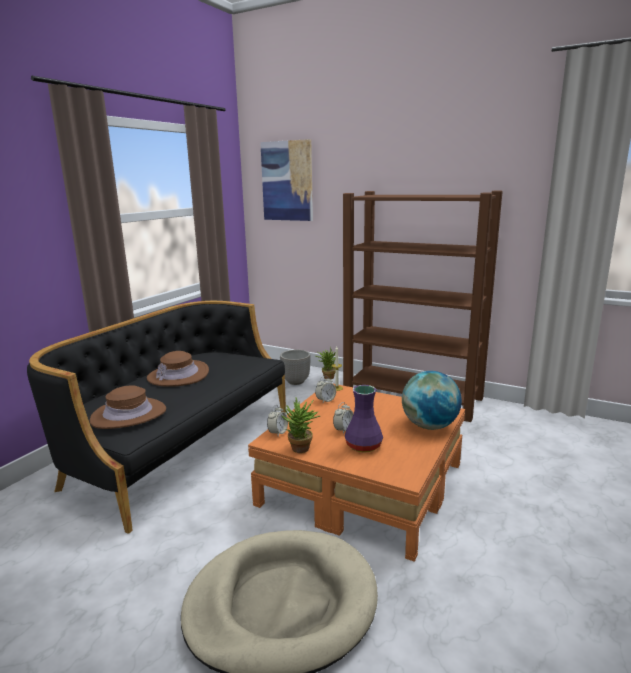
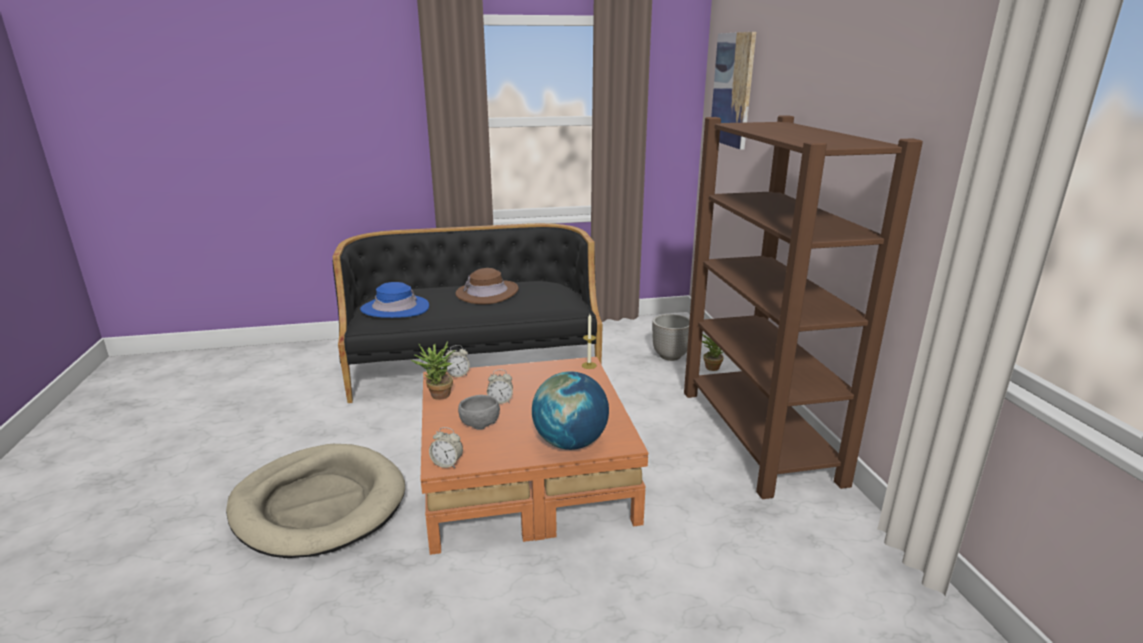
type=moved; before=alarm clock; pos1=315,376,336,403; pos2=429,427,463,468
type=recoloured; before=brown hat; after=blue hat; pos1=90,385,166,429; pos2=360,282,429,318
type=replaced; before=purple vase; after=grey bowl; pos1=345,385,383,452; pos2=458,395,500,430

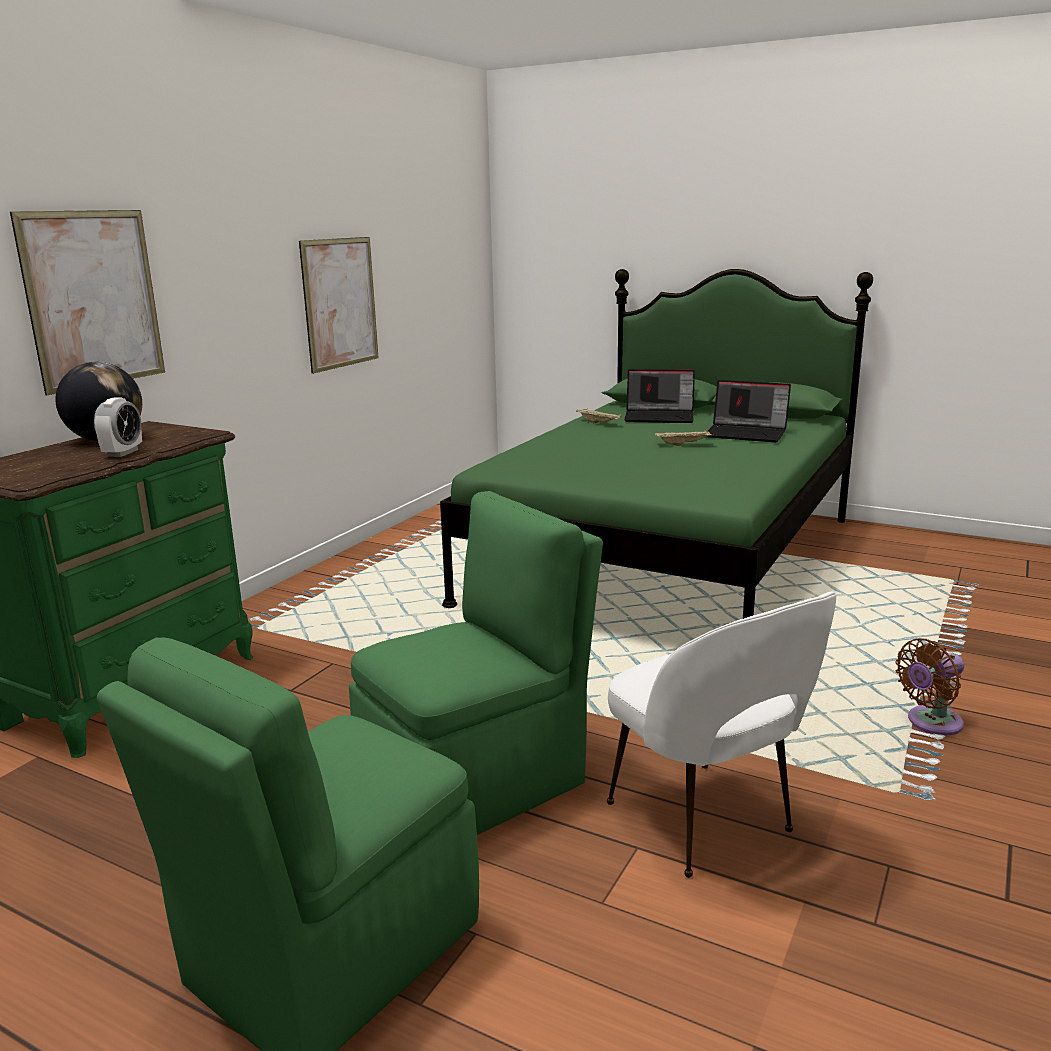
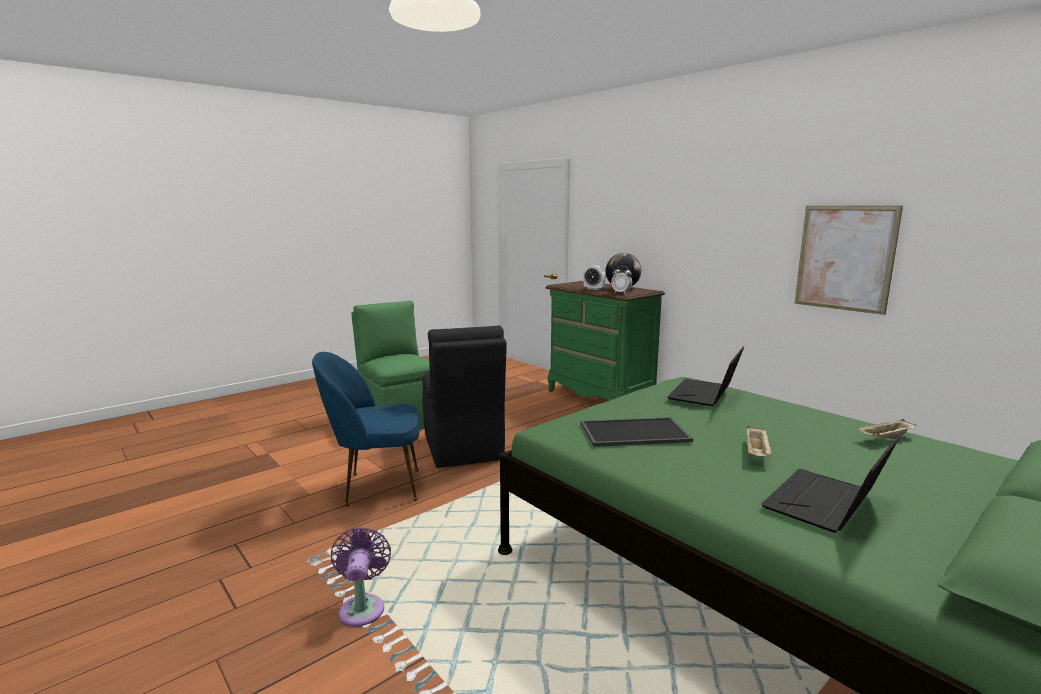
type=removed; before=picture; pos1=10,210,165,395
type=moved; before=laptop; pos1=624,369,695,423; pos2=667,347,744,406
type=recoloured; before=green chair; after=black chair; pos1=349,491,603,835; pos2=422,326,507,468
type=recoloured; before=white chair; after=blue chair; pos1=607,592,836,878; pos2=312,352,420,507
type=recoloured; before=brown fan; after=purple fan; pos1=895,638,964,736; pos2=331,527,391,627
type=added; after=alarm clock; pos2=611,266,632,293
type=added; after=tray; pos2=581,417,693,447

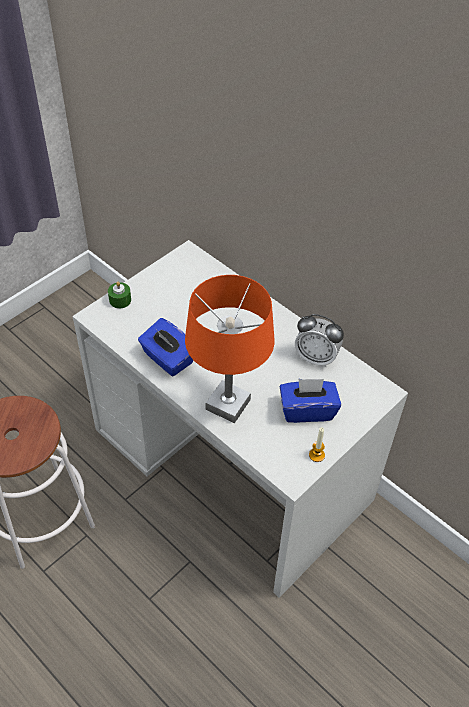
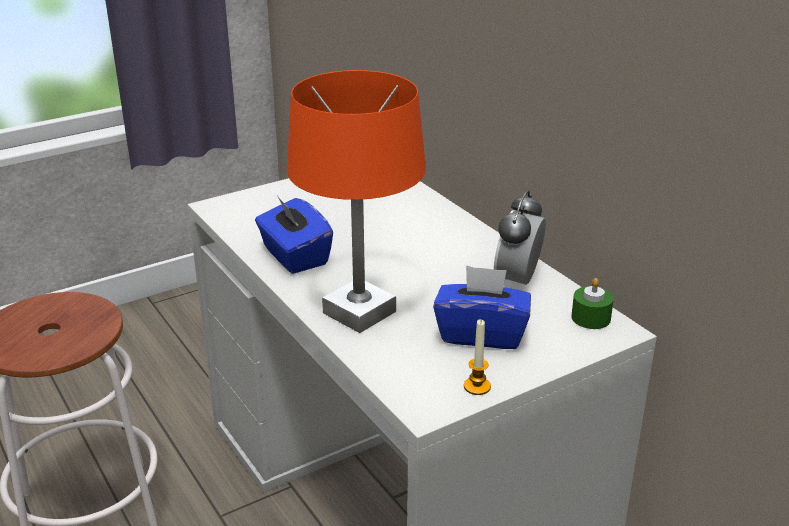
type=moved; before=green candle; pos1=108,282,131,309; pos2=571,278,614,329
type=turned; before=alarm clock; pos1=295,314,344,367; pos2=494,190,546,285; turn=75

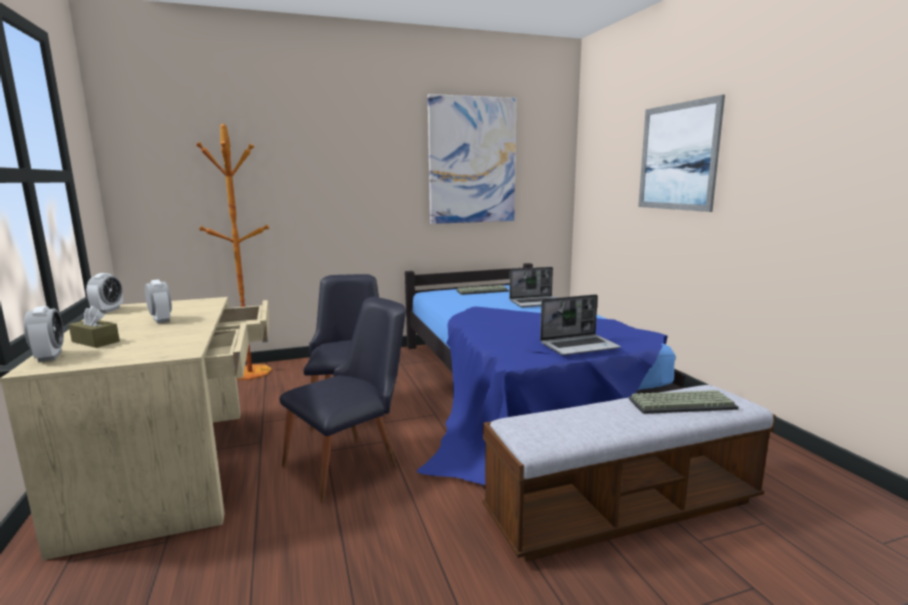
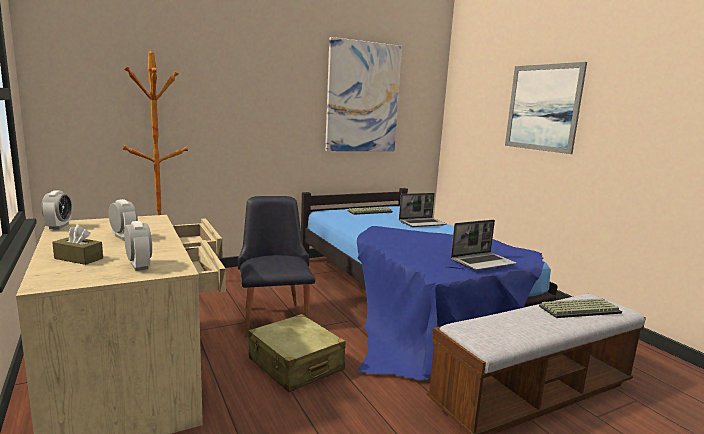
type=replaced; before=black chair; after=beige suitcase; pos1=280,297,406,502; pos2=248,314,346,392
type=moved; before=alarm clock; pos1=24,306,64,362; pos2=124,221,152,271

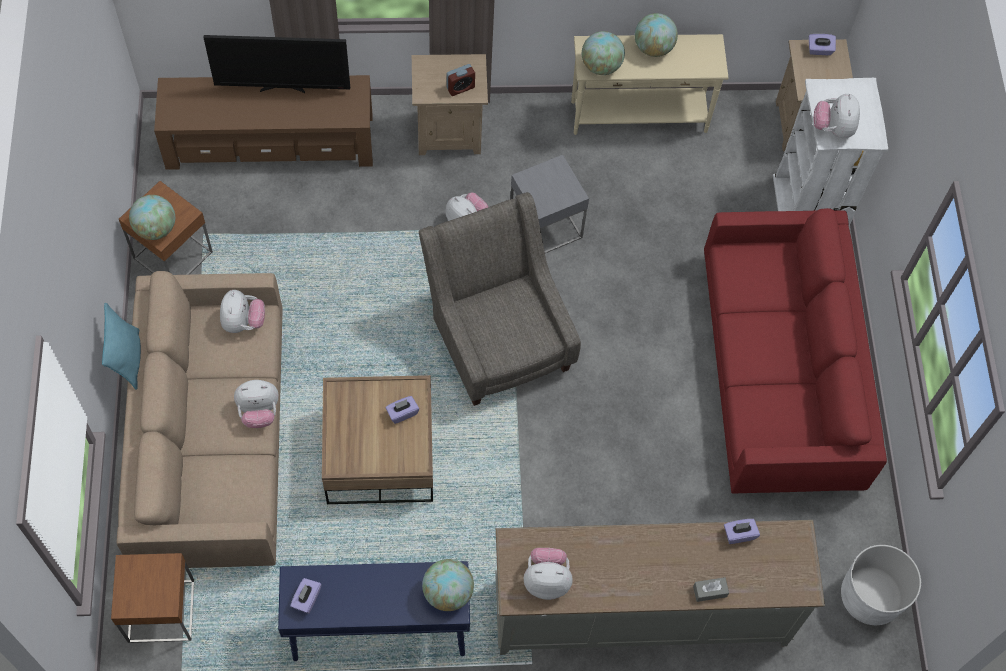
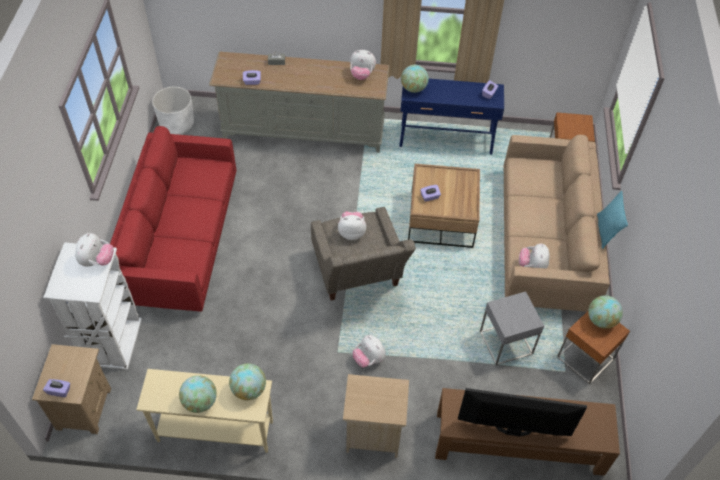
type=removed; before=alarm clock; pos1=446,64,475,96
type=moved; before=grey side table; pos1=510,154,589,253; pos2=480,291,544,365
type=moved; before=plush toy; pos1=234,380,279,428; pos2=338,212,366,240

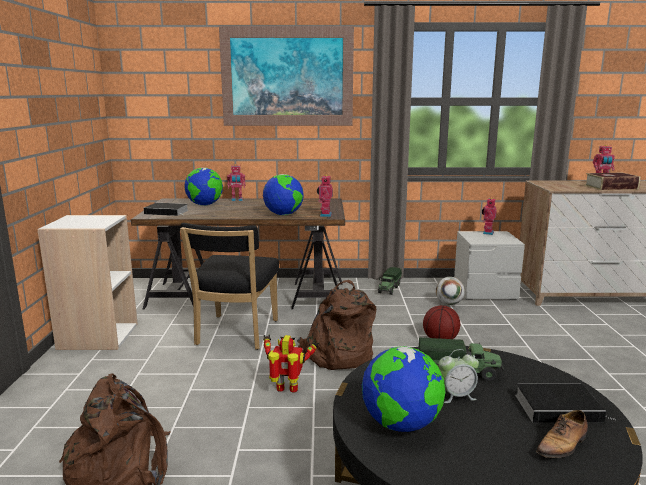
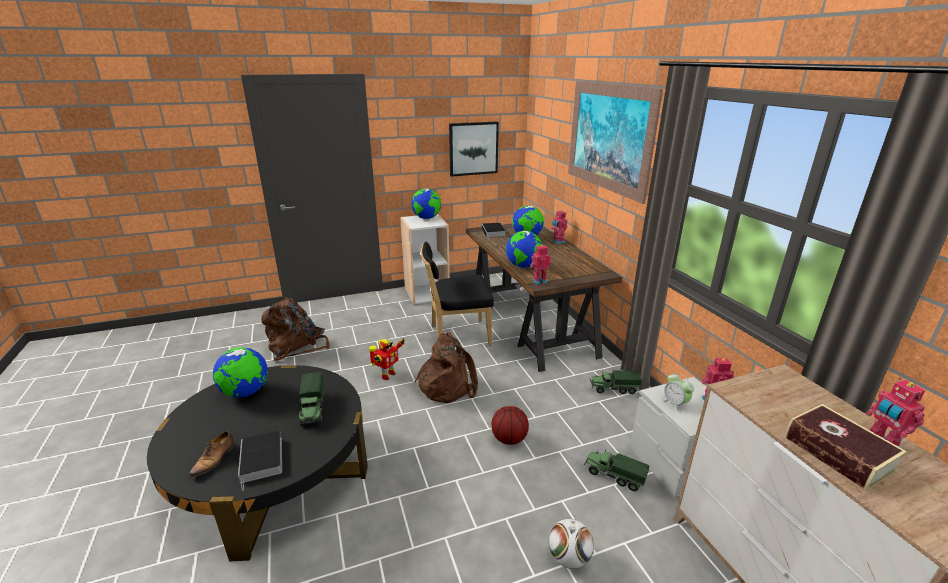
type=moved; before=football; pos1=436,277,465,305; pos2=548,519,594,569
type=turned; before=toy robot; pos1=263,335,319,393; pos2=369,339,405,380; turn=45
type=moved; before=alarm clock; pos1=439,349,479,403; pos2=662,373,694,413
type=turned; before=shoe; pos1=536,410,588,458; pos2=189,431,235,477; turn=-105
type=added; after=picture; pos2=449,122,499,177
type=added; after=globe; pos2=411,188,441,219
type=added; after=toy truck; pos2=584,450,650,491

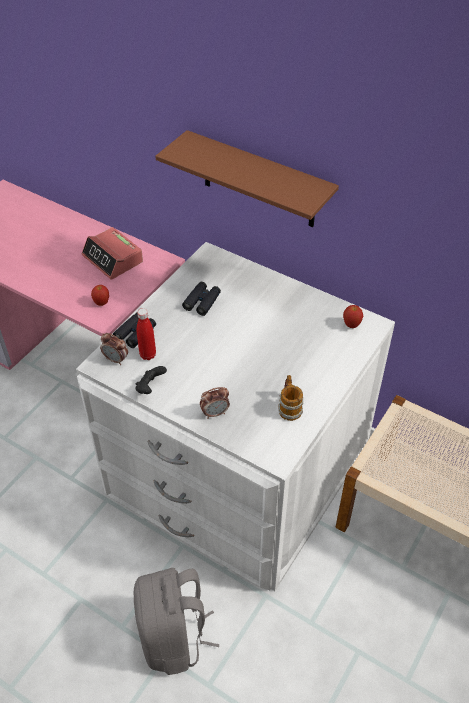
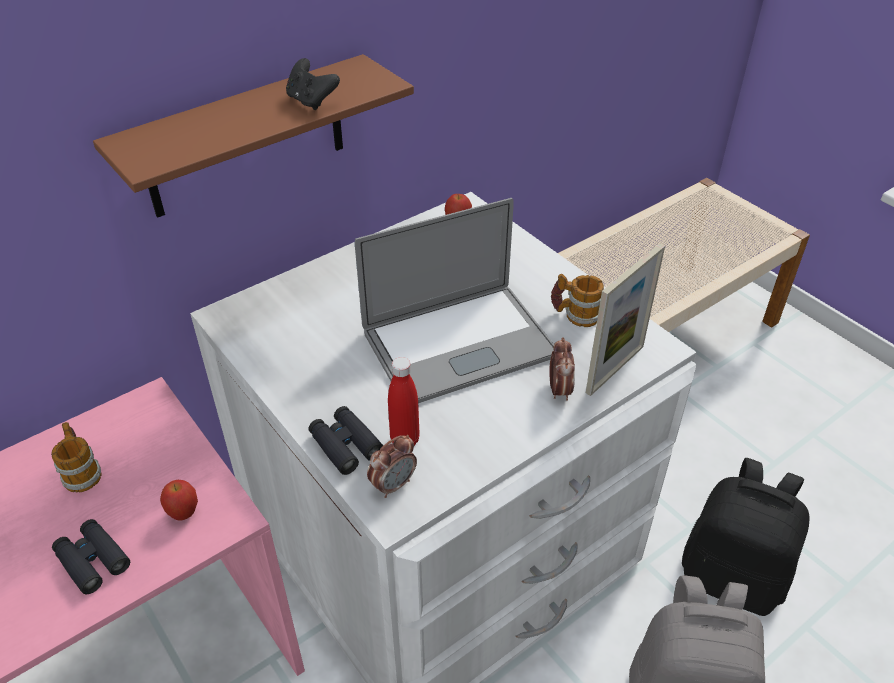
type=replaced; before=alarm clock; after=mug; pos1=82,227,143,280; pos2=51,422,102,493
type=moved; before=black binoculars; pos1=182,282,221,316; pos2=52,519,130,594
type=moved; before=black game controller; pos1=135,366,167,394; pos2=286,58,340,110
type=added; after=laptop; pos2=355,198,554,403
type=added; after=picture frame; pos2=586,244,665,396
type=added; after=black backpack; pos2=682,458,809,616

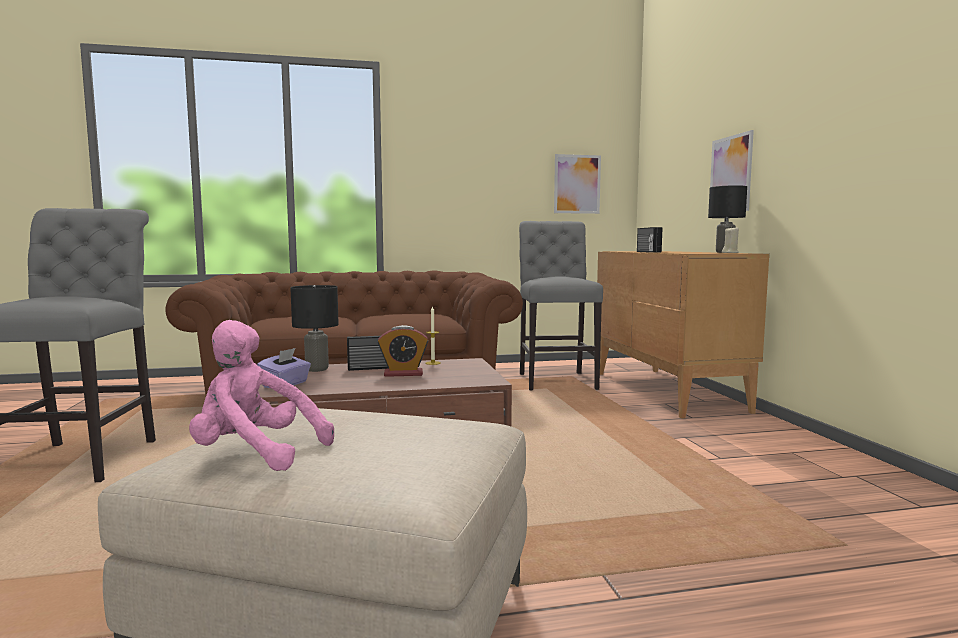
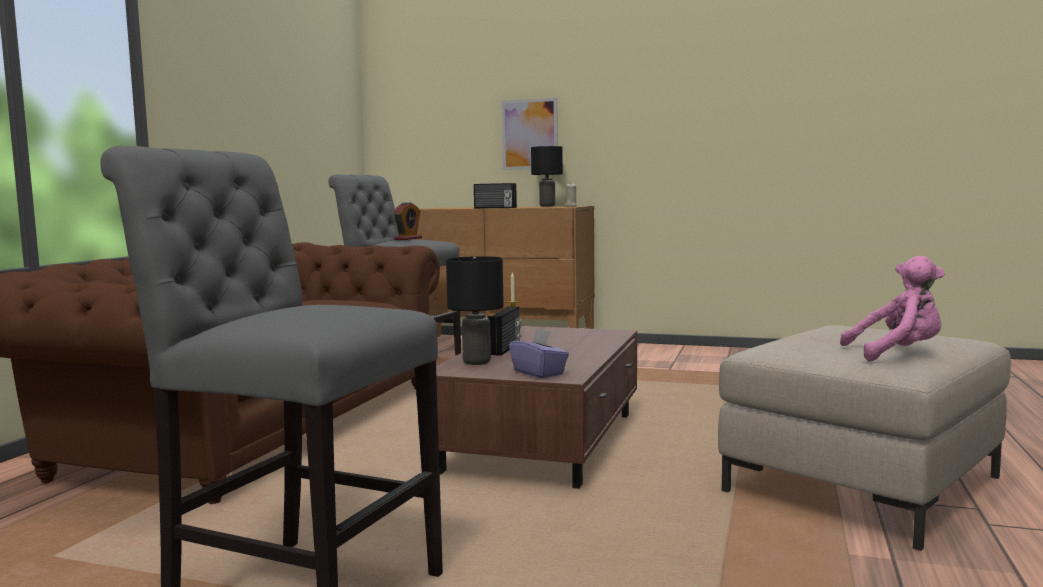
type=removed; before=picture; pos1=554,154,601,214
type=turned; before=pink plush toy; pos1=189,320,334,471; pos2=840,256,944,362; turn=-135
type=moved; before=alarm clock; pos1=378,325,428,377; pos2=394,202,422,240

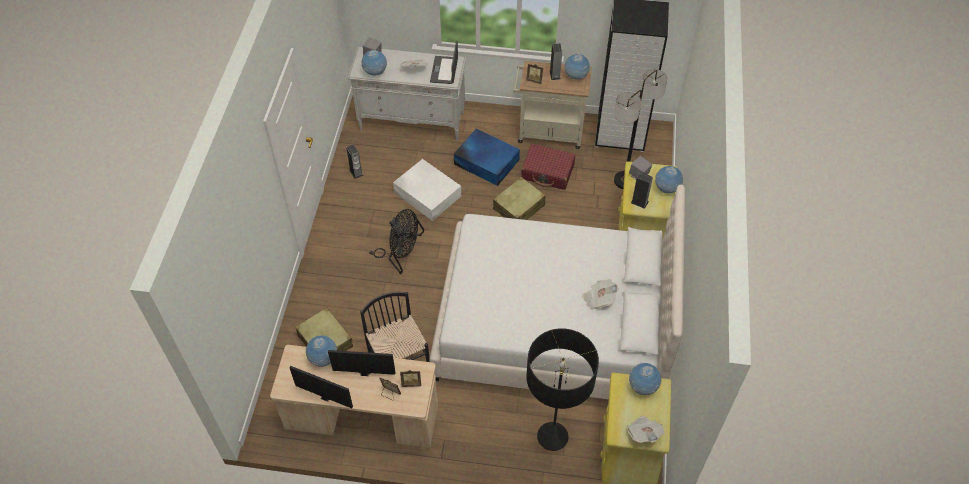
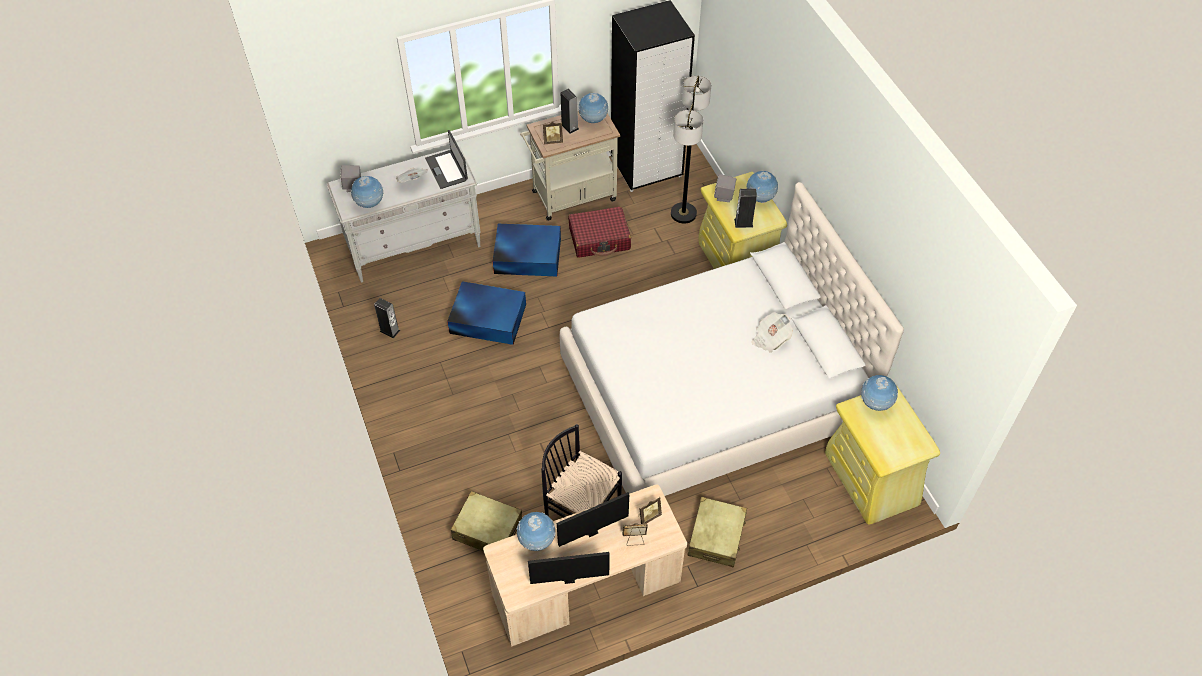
type=recoloured; before=white storage box; after=blue storage box; pos1=393,159,461,221; pos2=447,281,526,345
type=moved; before=beige suitcase; pos1=493,177,546,220; pos2=688,497,747,567
type=removed; before=black fan; pos1=369,209,424,274
type=removed; before=black floor lamp; pos1=526,328,599,451
type=removed; before=newspaper; pos1=627,416,665,443

